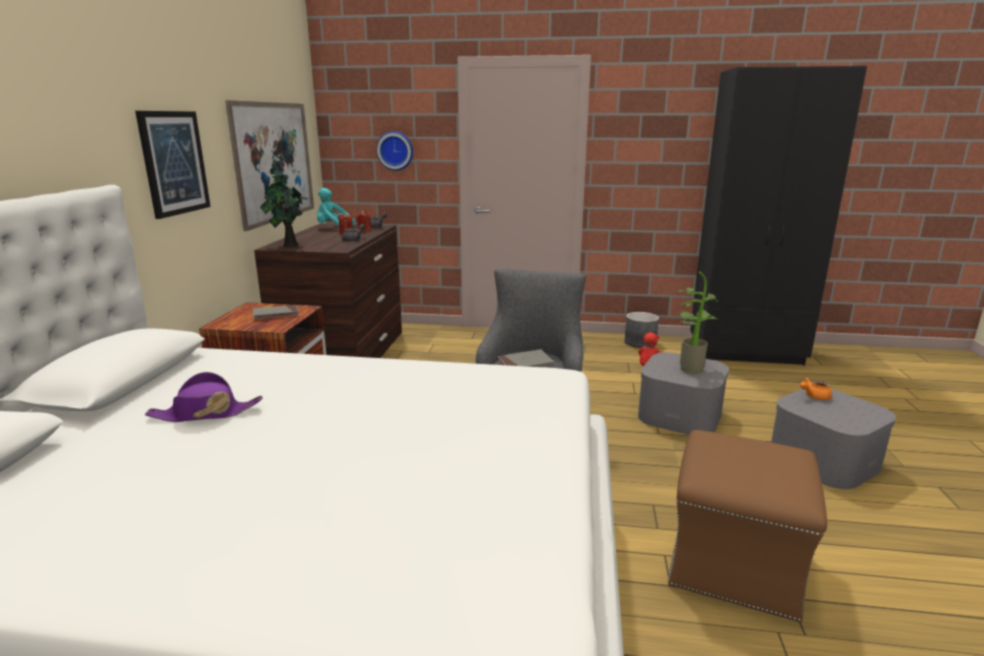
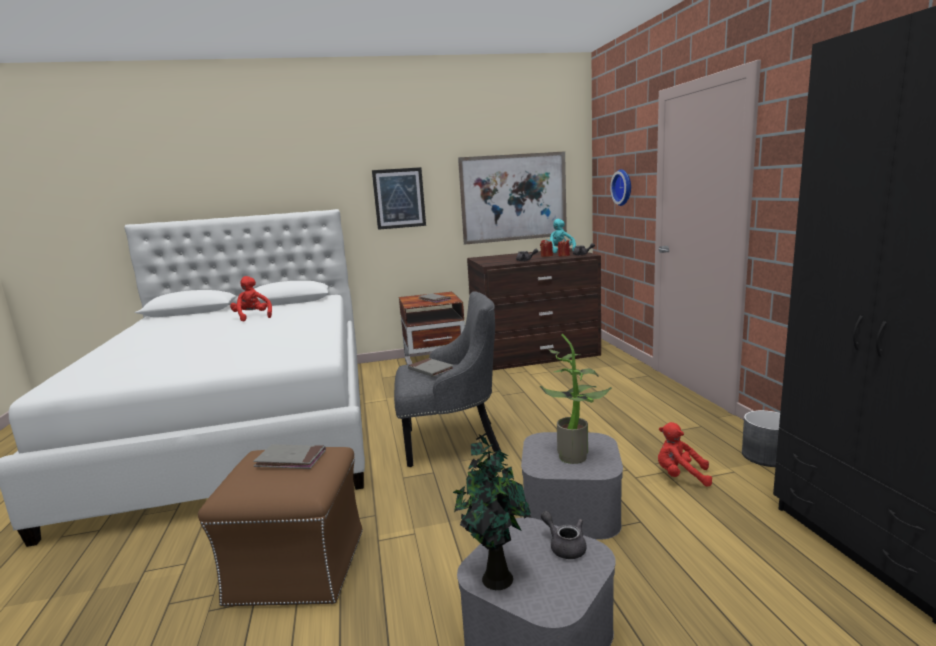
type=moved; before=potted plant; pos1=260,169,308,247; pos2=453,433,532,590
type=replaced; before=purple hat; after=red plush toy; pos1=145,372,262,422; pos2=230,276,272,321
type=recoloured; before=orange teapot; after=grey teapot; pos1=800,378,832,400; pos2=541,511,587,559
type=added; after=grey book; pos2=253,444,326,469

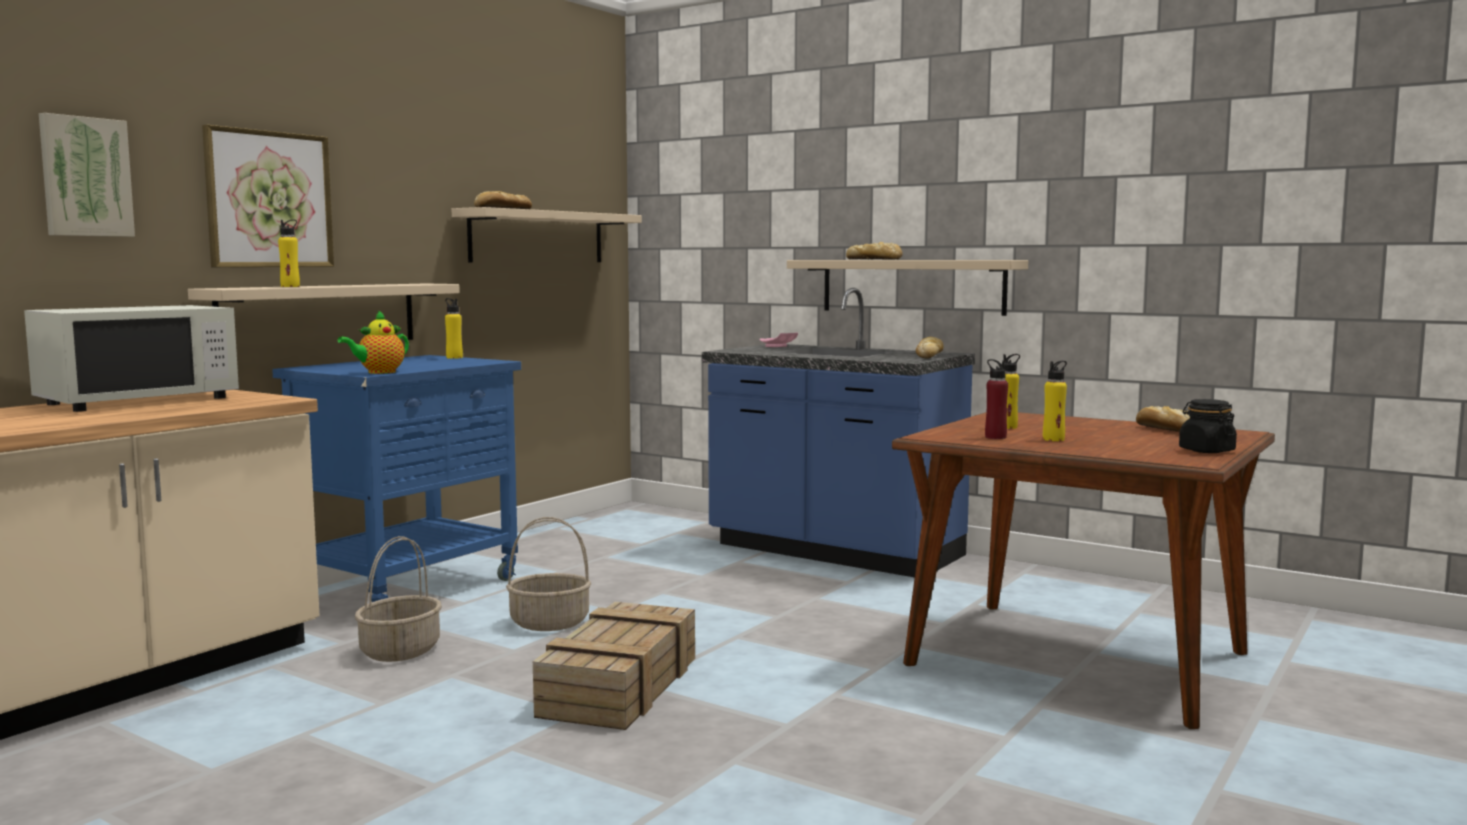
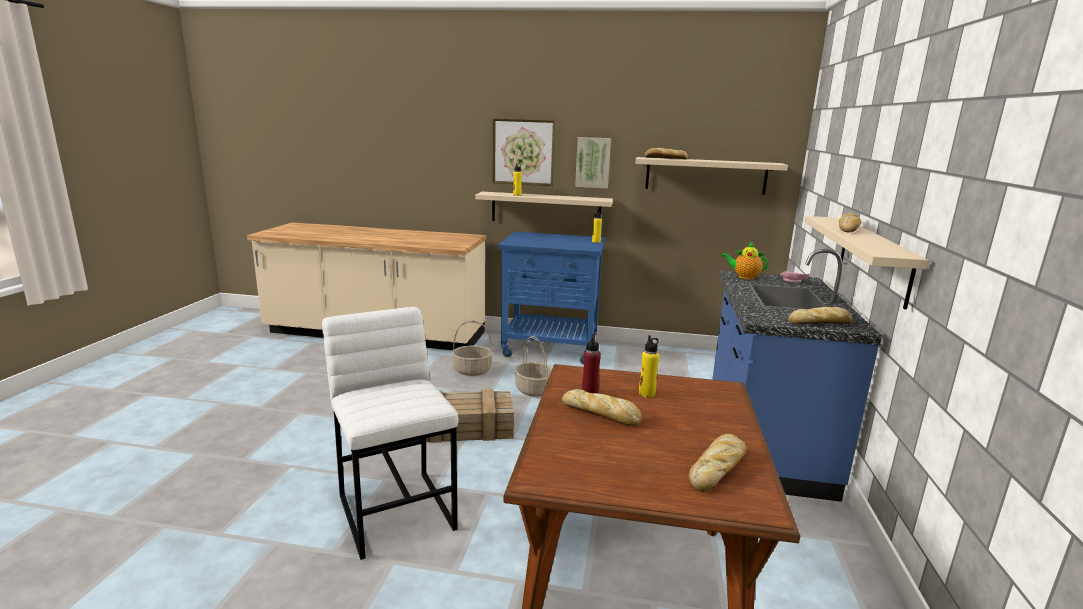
type=moved; before=picture; pos1=39,113,135,237; pos2=575,137,611,189
type=removed; before=white microwave; pos1=24,305,239,412
type=moved; before=teapot; pos1=337,310,409,374; pos2=721,242,768,280
type=replaced; before=yellow bottle; after=bread; pos1=1043,361,1067,441; pos2=562,389,642,426
type=removed; before=black jar; pos1=1179,399,1237,453
type=added; after=white chair; pos2=322,307,458,560

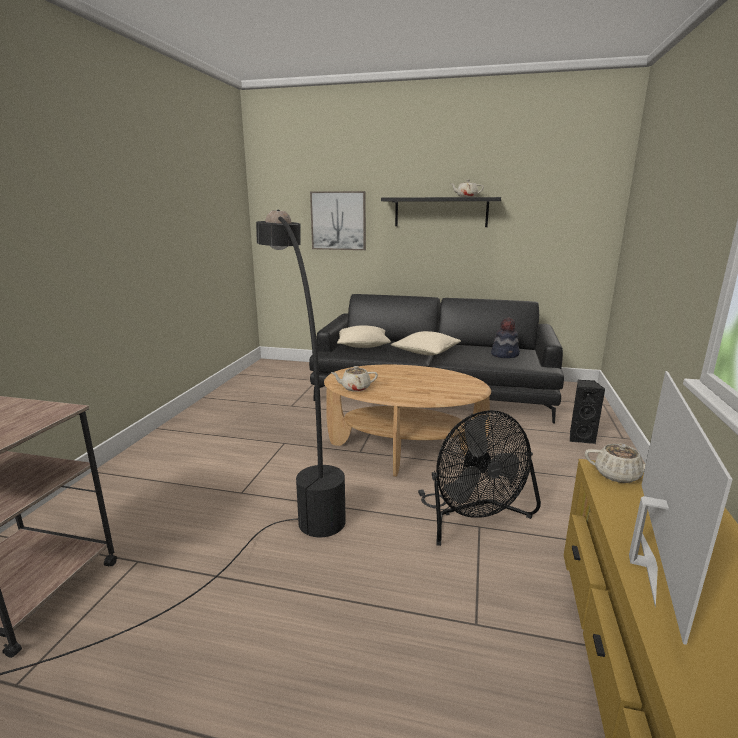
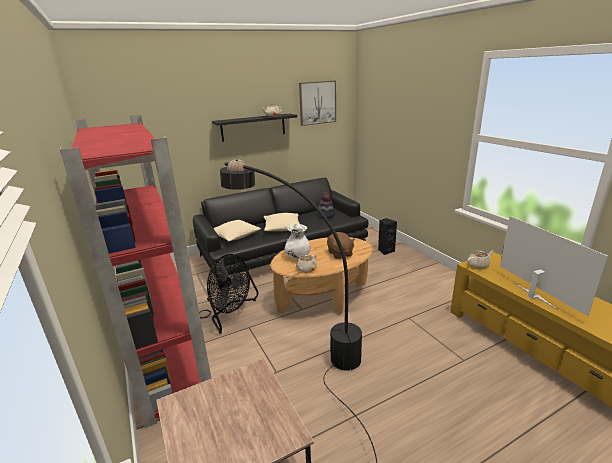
type=moved; before=picture; pos1=310,191,366,250; pos2=299,81,336,126
type=moved; before=black fan; pos1=418,410,541,546; pos2=199,254,258,334
type=added; after=red bookcase; pos2=59,115,212,428
type=added; after=white vase; pos2=285,224,310,259
type=added; after=brown plush toy; pos2=327,232,355,259

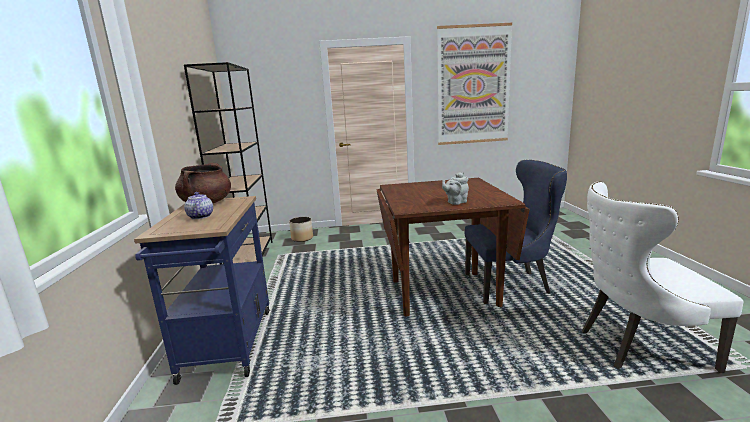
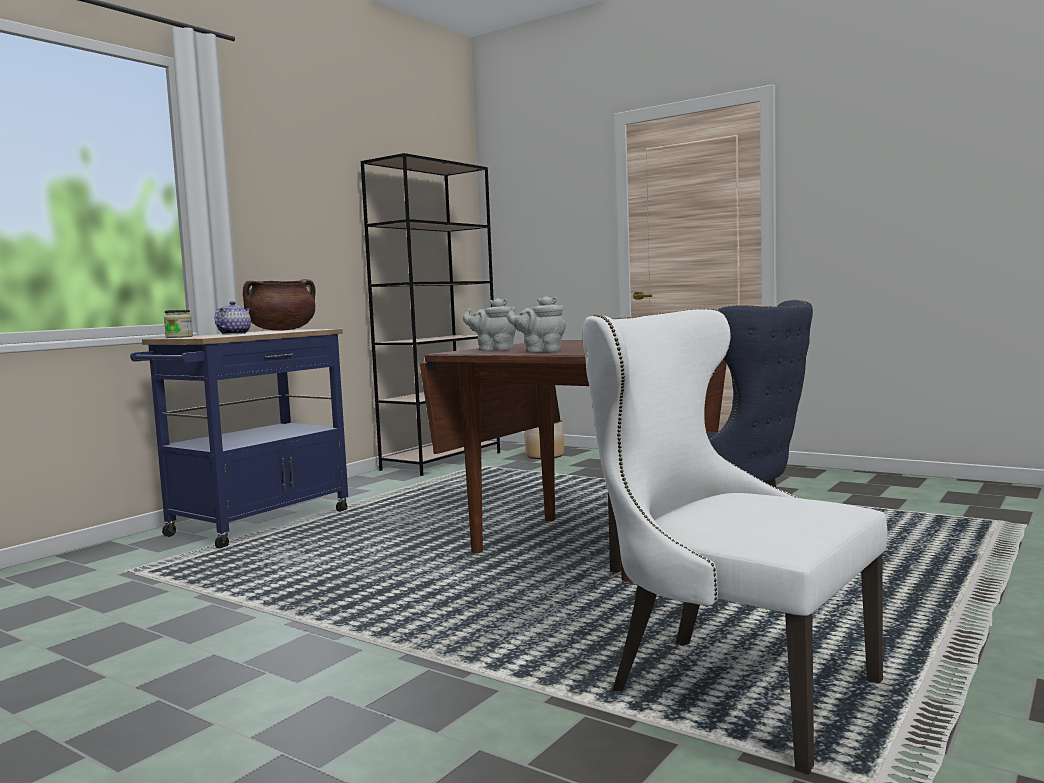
type=removed; before=picture; pos1=437,23,512,145
type=added; after=grey teapot; pos2=463,298,516,351
type=added; after=jar; pos2=164,310,193,338

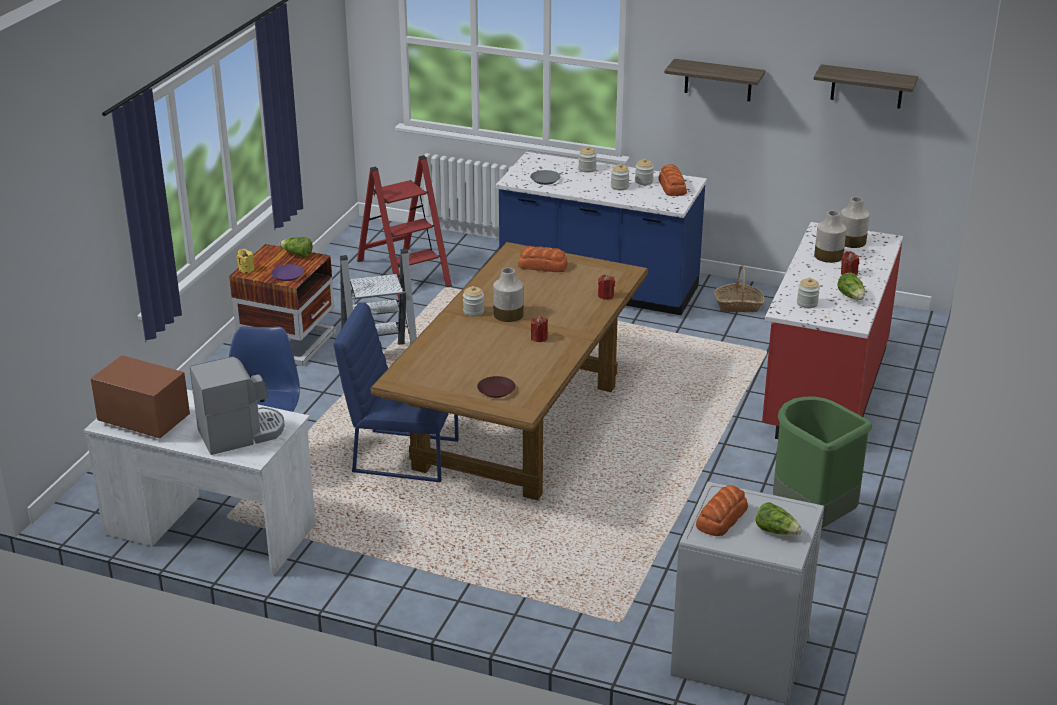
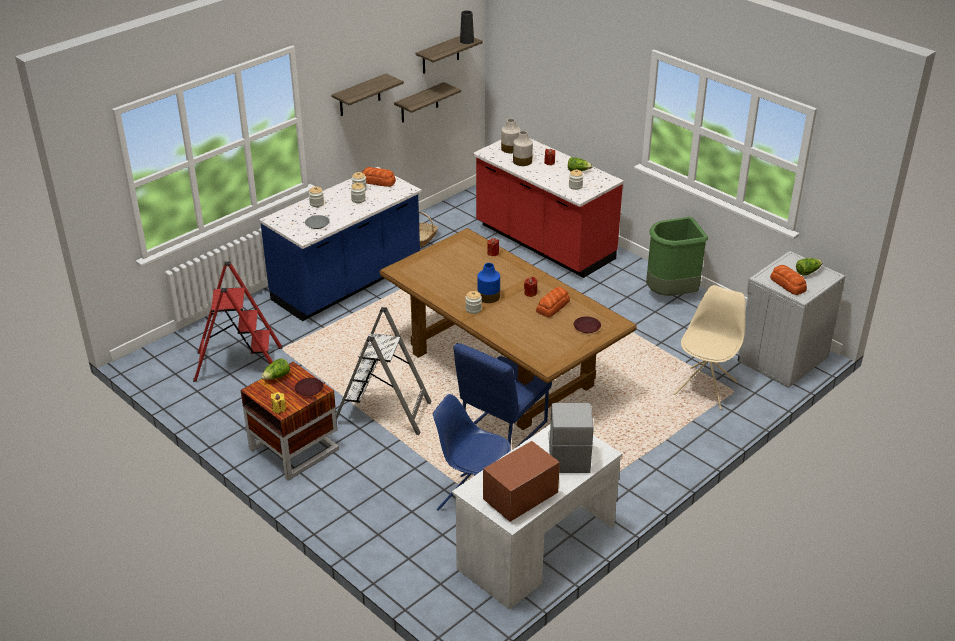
type=moved; before=bread; pos1=518,246,568,272; pos2=536,287,570,317
type=recoloured; before=purple plate; after=brown plate; pos1=272,264,304,281; pos2=295,378,323,396
type=recoloured; before=beige vase; after=blue vase; pos1=493,268,524,322; pos2=477,263,500,303
type=added; after=black vase; pos2=460,10,474,44
type=added; after=shelf; pos2=394,82,461,123
type=added; after=beige chair; pos2=674,285,745,410

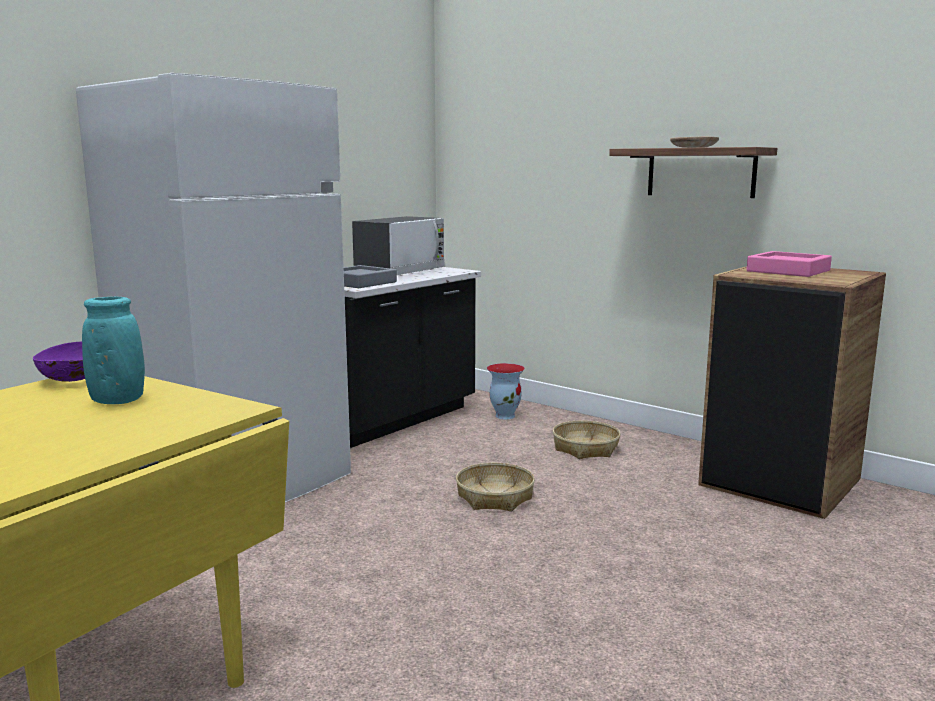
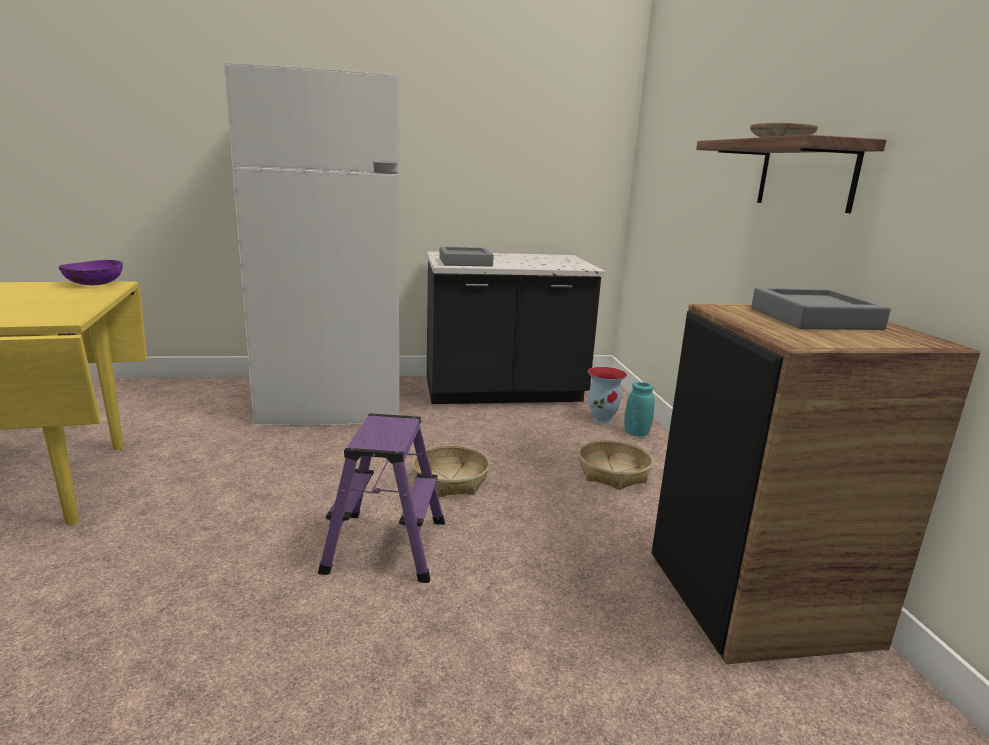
type=removed; before=microwave; pos1=352,216,445,275
type=recoloured; before=pink tray; after=grey tray; pos1=746,251,832,277; pos2=751,288,891,330
type=moved; before=turquoise vase; pos1=82,297,145,404; pos2=624,382,655,437
type=added; after=purple step ladder; pos2=318,413,445,583

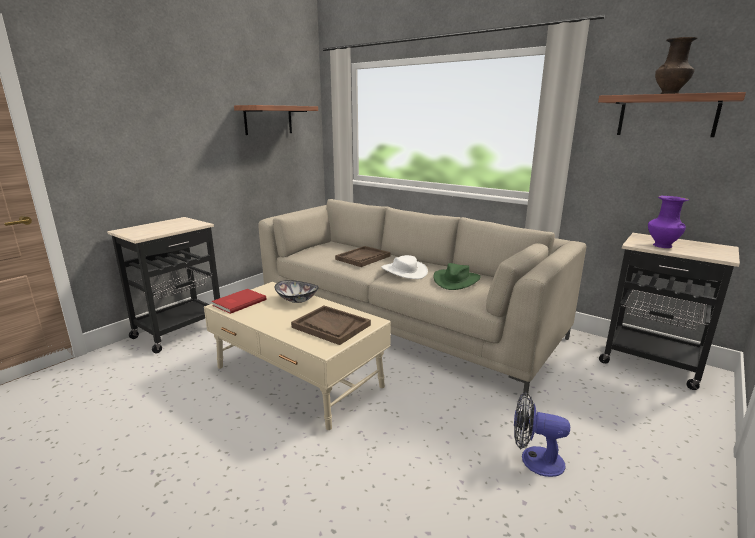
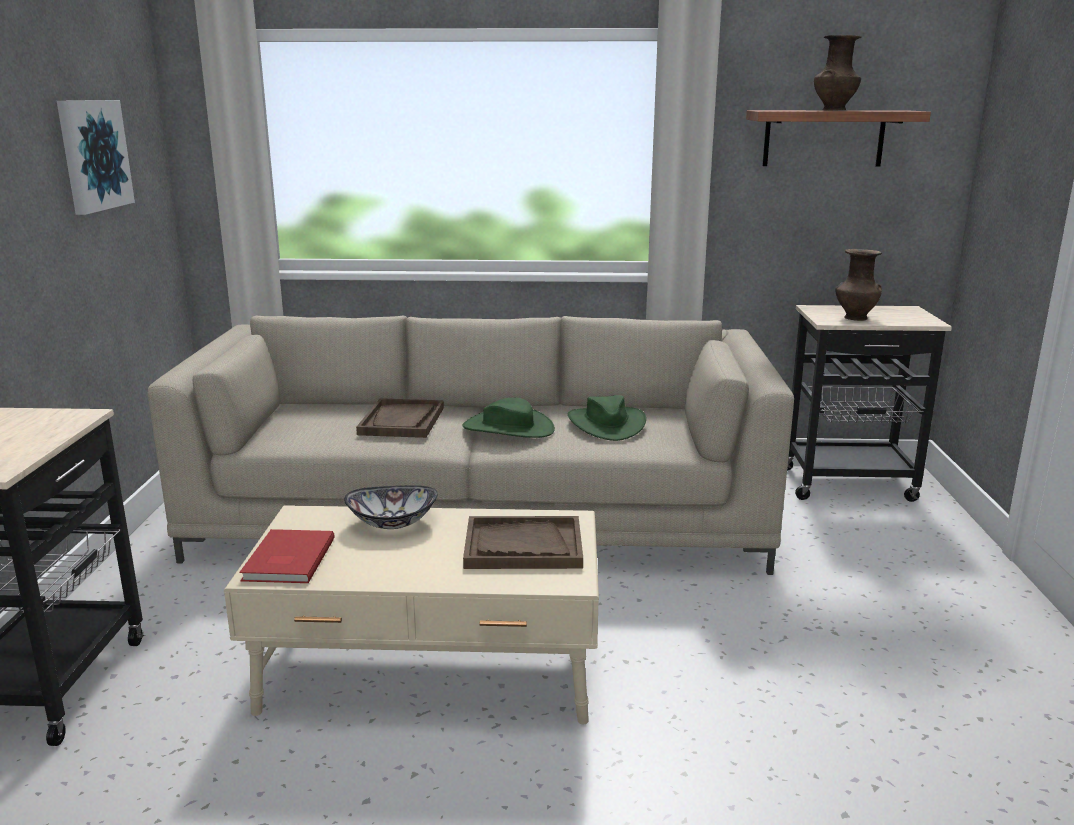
type=replaced; before=shelf; after=picture; pos1=234,105,318,135; pos2=57,100,135,215
type=recoloured; before=purple vase; after=brown vase; pos1=648,196,689,248; pos2=835,249,882,321
type=recoloured; before=white hat; after=green hat; pos1=381,255,428,279; pos2=462,398,555,438
type=removed; before=fan; pos1=514,392,570,477

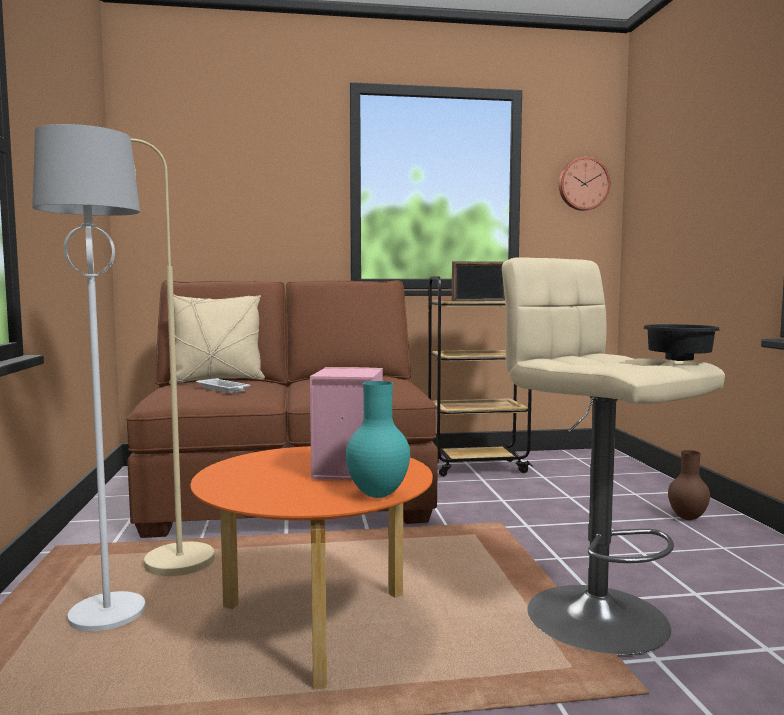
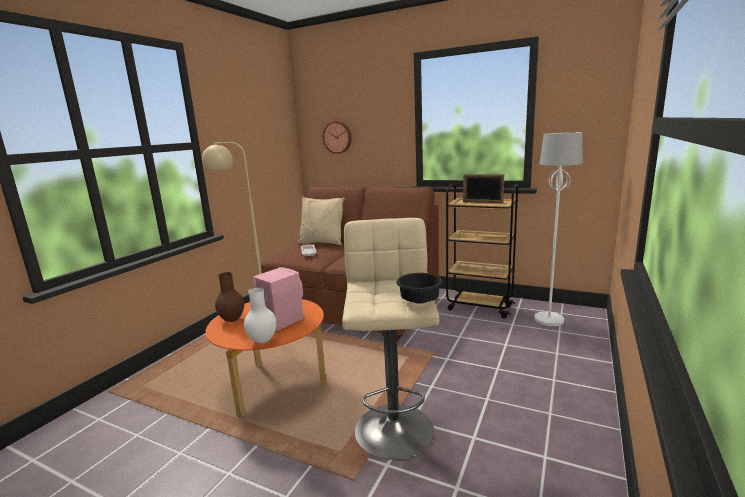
type=moved; before=white floor lamp; pos1=32,124,145,631; pos2=534,132,583,326
type=moved; before=wall clock; pos1=559,157,610,211; pos2=323,121,352,154
type=recoloured; before=turquoise vase; after=white vase; pos1=346,381,410,498; pos2=244,288,277,344
type=moved; before=brown vase; pos1=668,450,710,520; pos2=215,272,244,322

